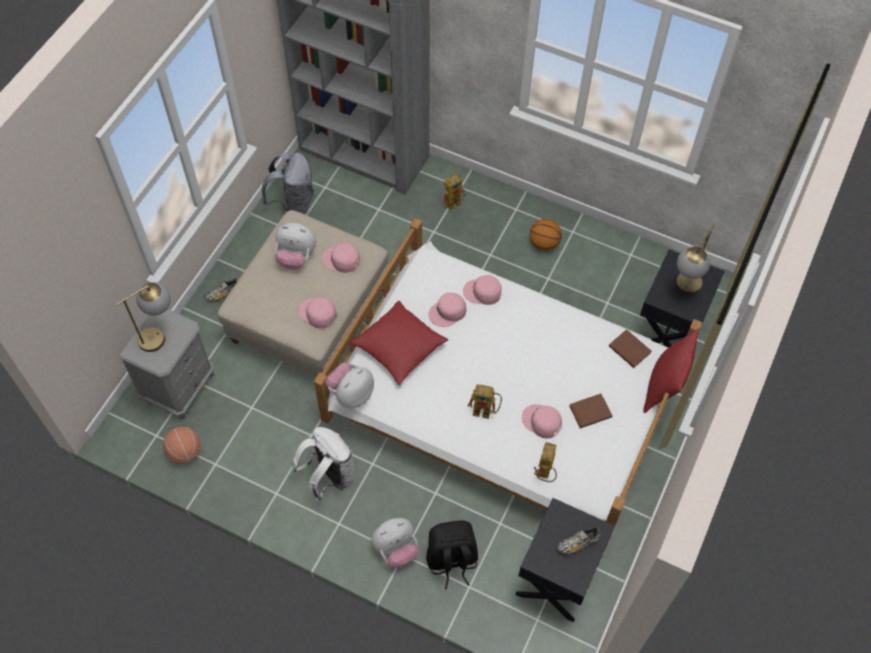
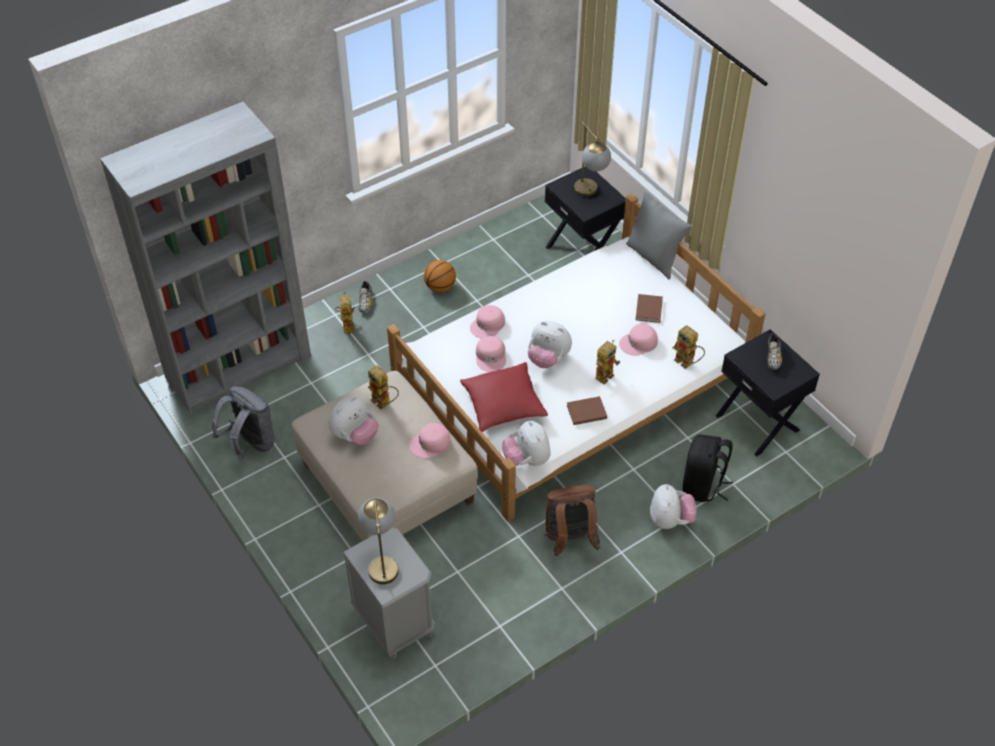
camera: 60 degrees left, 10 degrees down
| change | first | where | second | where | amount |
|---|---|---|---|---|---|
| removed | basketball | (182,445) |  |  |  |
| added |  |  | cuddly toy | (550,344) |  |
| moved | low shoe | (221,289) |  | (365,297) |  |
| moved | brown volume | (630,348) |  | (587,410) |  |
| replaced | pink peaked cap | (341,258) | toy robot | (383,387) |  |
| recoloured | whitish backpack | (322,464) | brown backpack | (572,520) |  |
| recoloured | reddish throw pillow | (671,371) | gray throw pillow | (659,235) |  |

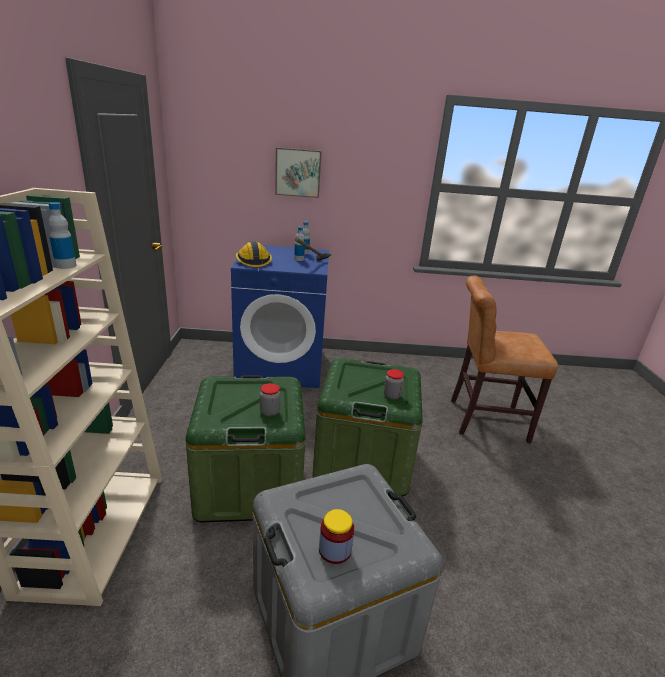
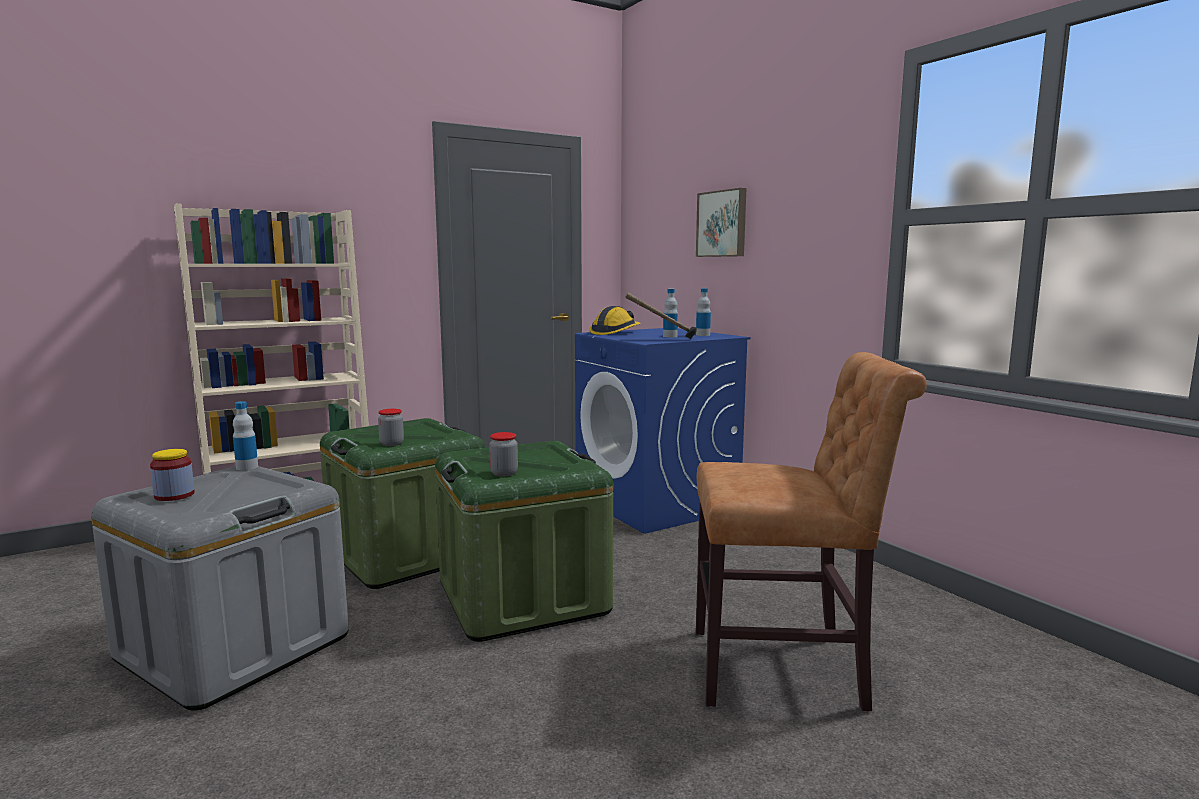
camera: 60 degrees right, 15 degrees down
| change | first | where | second | where | amount |
|---|---|---|---|---|---|
| moved | beverage bottle | (62,235) |  | (245,435) |  |
| turned | brown chair | (504,359) |  | (811,531) | 120 degrees clockwise |

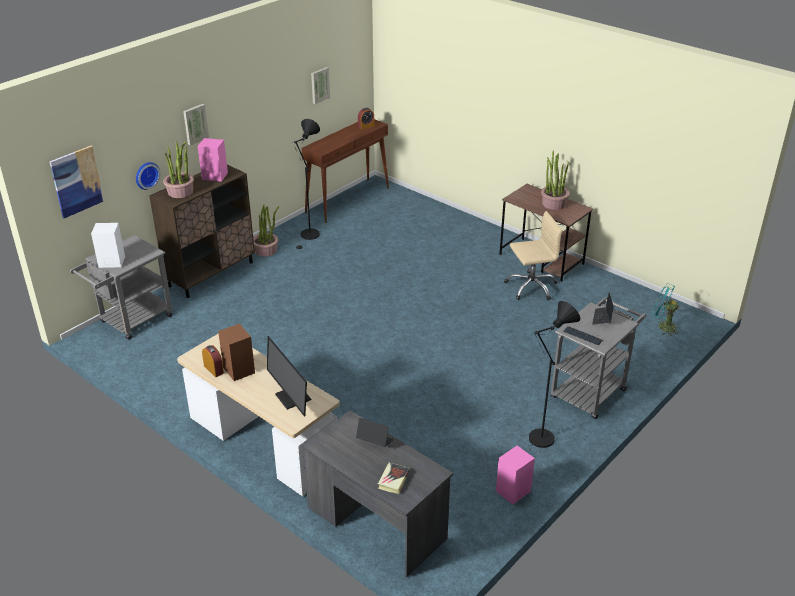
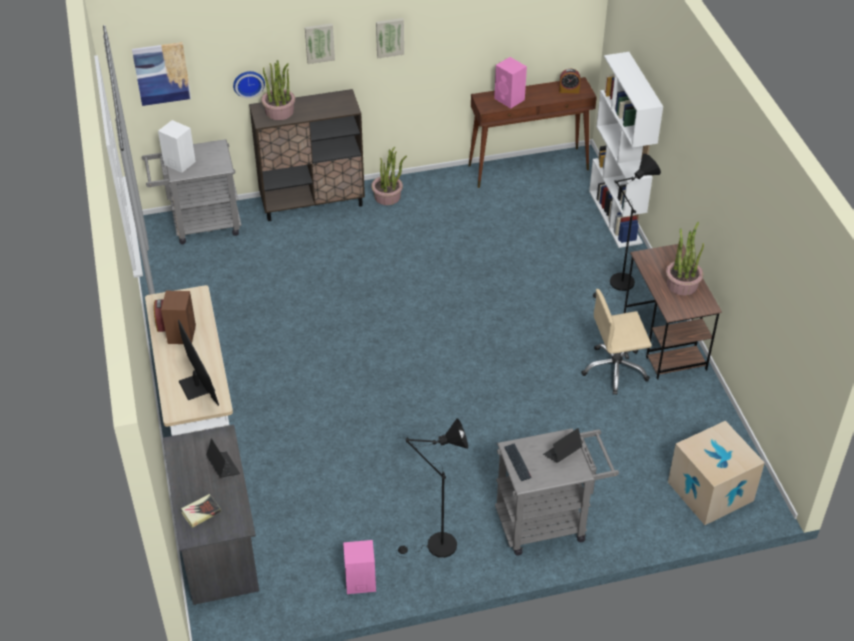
camera: 35 degrees right, 10 degrees up
| change | first | where | second | where | amount |
|---|---|---|---|---|---|
| added |  |  | whitish bookshelf | (626,150) |  |
| moved | pink audio speaker | (213,160) |  | (510,82) |  |
| moved | black-coloured standing lamp | (307,185) |  | (626,226) |  |
| moved | picture | (320,85) |  | (390,38) |  |
| replaced | turquoise-coloured cooling fan | (666,309) | packing box | (716,473) |  |
| turned | computer display | (289,376) |  | (198,363) | 150 degrees clockwise |
| turned | beige-coloured desk chair | (533,255) |  | (617,342) | 150 degrees clockwise |

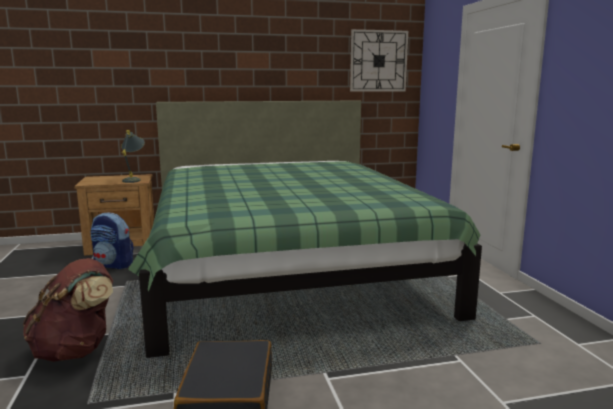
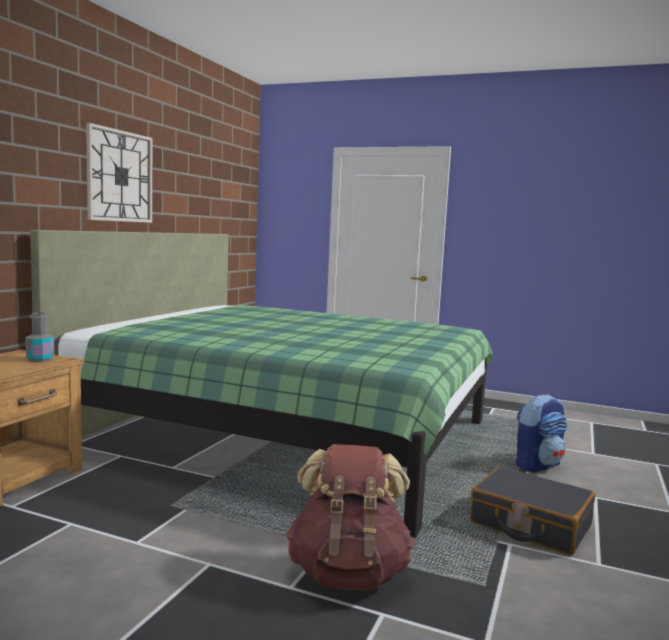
camera: 55 degrees left, 5 degrees down
| change | first | where | second | where | amount |
|---|---|---|---|---|---|
| moved | backpack | (111,240) |  | (542,434) |  |
| moved | hanging clock | (379,60) |  | (119,173) |  |
| replaced | gray table lamp | (133,156) | gray beverage bottle | (40,337) |  |

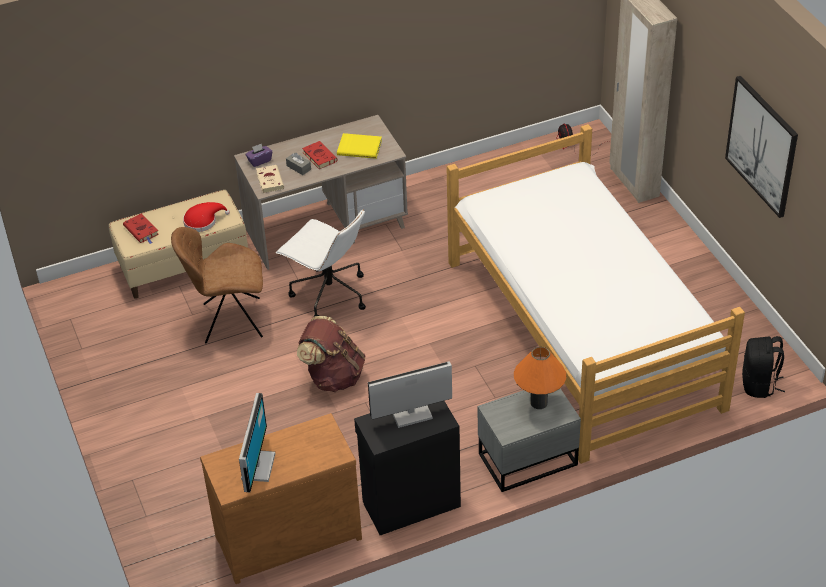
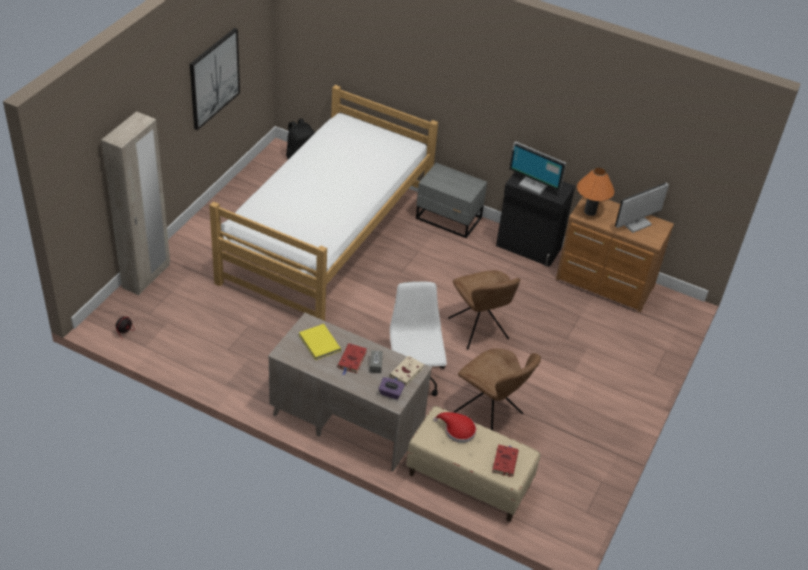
camera: 135 degrees left, 0 degrees up
| change | first | where | second | where | amount |
|---|---|---|---|---|---|
| moved | orange-coloured table lamp | (540,378) |  | (596,191) |  |
| replaced | brown backpack | (331,354) | brown chair | (484,310) |  |

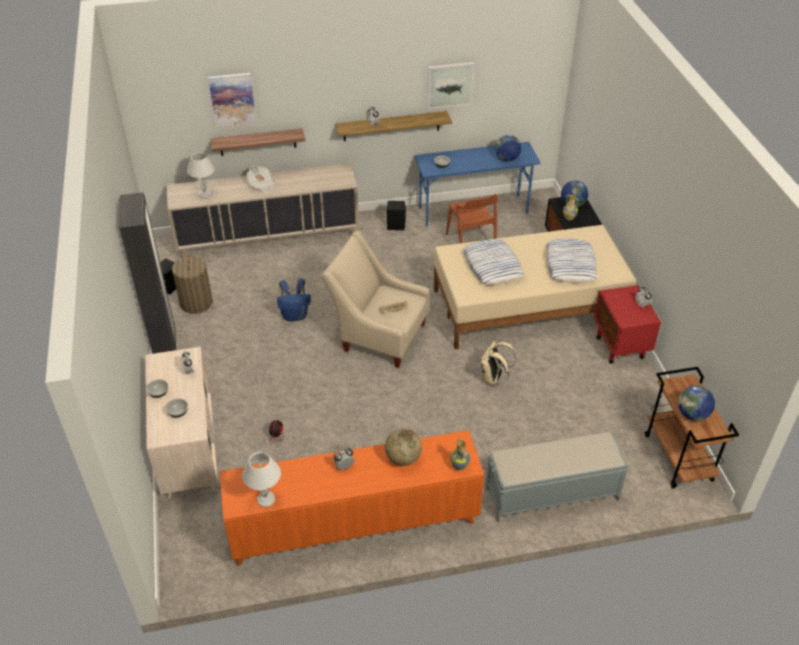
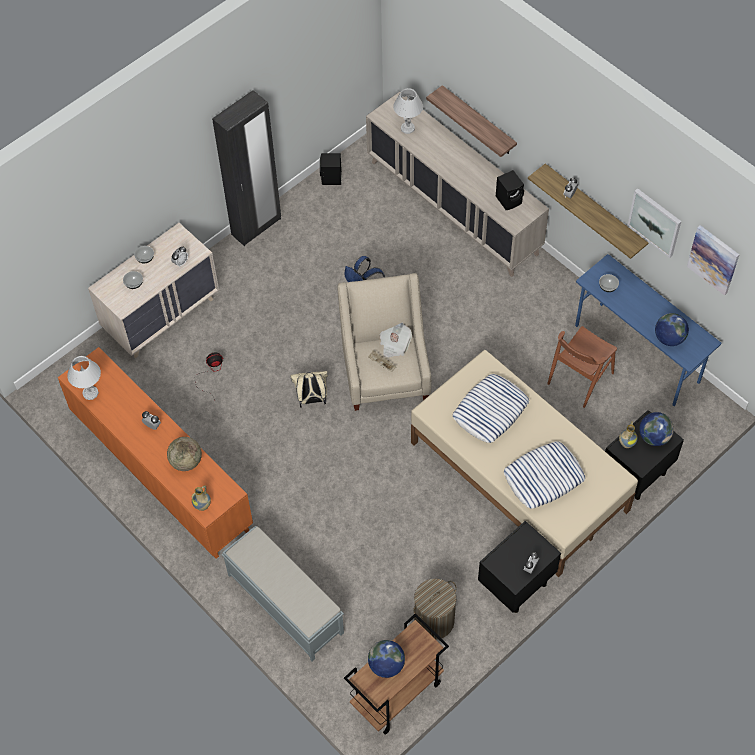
camera: 60 degrees right, 15 degrees up
| change | first | where | second | where | amount |
|---|---|---|---|---|---|
| moved | washing basket | (192,284) |  | (434,609) |  |
| moved | picture | (232,100) |  | (713,260) |  |
| moved | daily paper | (261,180) |  | (395,340) |  |
| moved | black-coloured audio speaker | (396,215) |  | (510,190) |  |
| moved | beige-coloured backpack | (498,362) |  | (309,389) |  |
| recoloured | reddish nightstand | (627,324) | black-coloured nightstand | (519,567) |  |

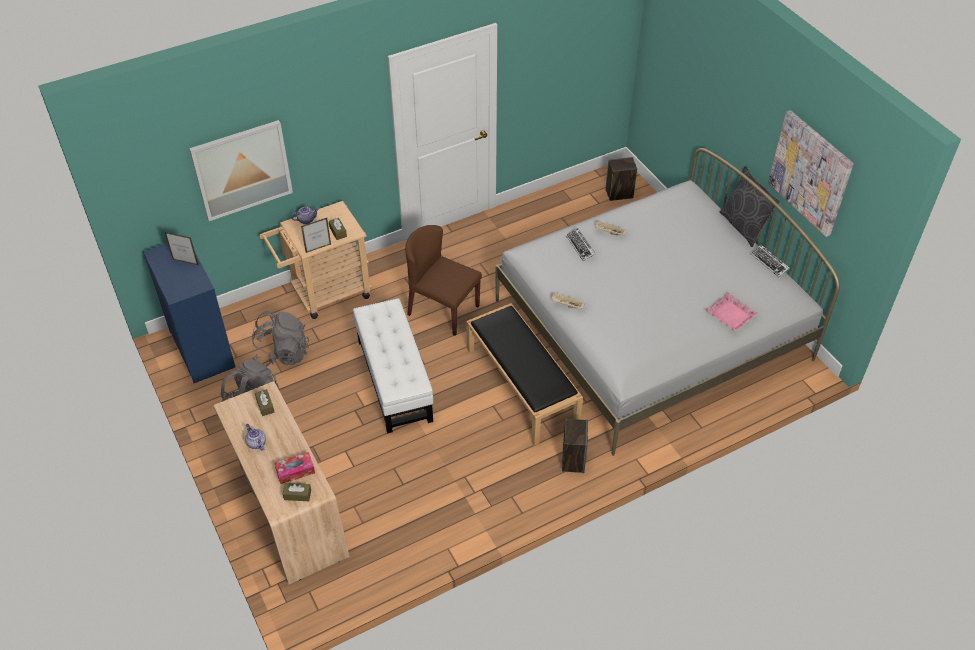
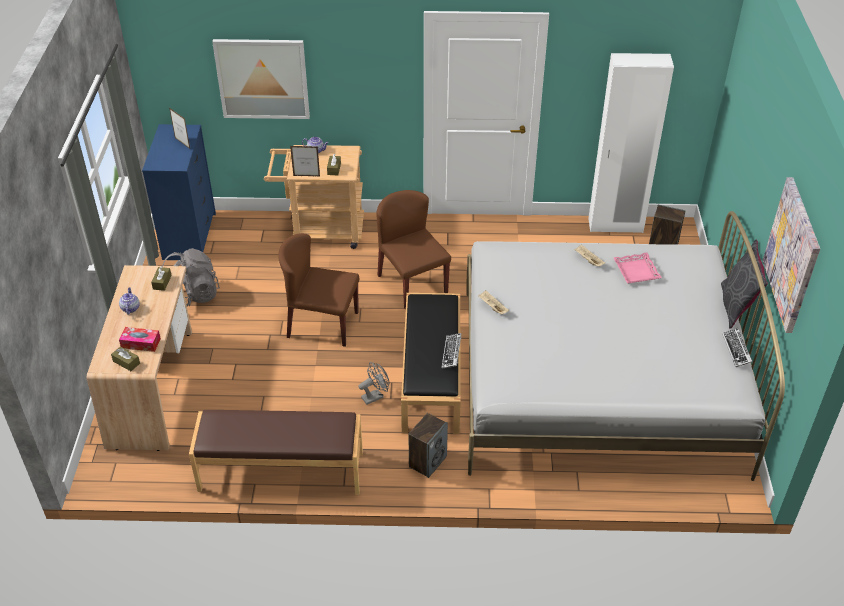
camera: 30 degrees right, 5 degrees down
| change | first | where | second | where | amount |
|---|---|---|---|---|---|
| removed | gray backpack | (280,339) |  |  |  |
| added |  |  | brown indoor bench | (276,452) |  |
| added |  |  | gray cooling fan | (374,383) |  |
| added |  |  | whitish armoire | (631,143) |  |
| moved | keyboard | (580,244) |  | (451,351) |  |
| moved | pink carrying tray | (732,312) |  | (637,267) |  |
| replaced | whitish pouffe | (393,366) | brown chair | (318,290) |  |

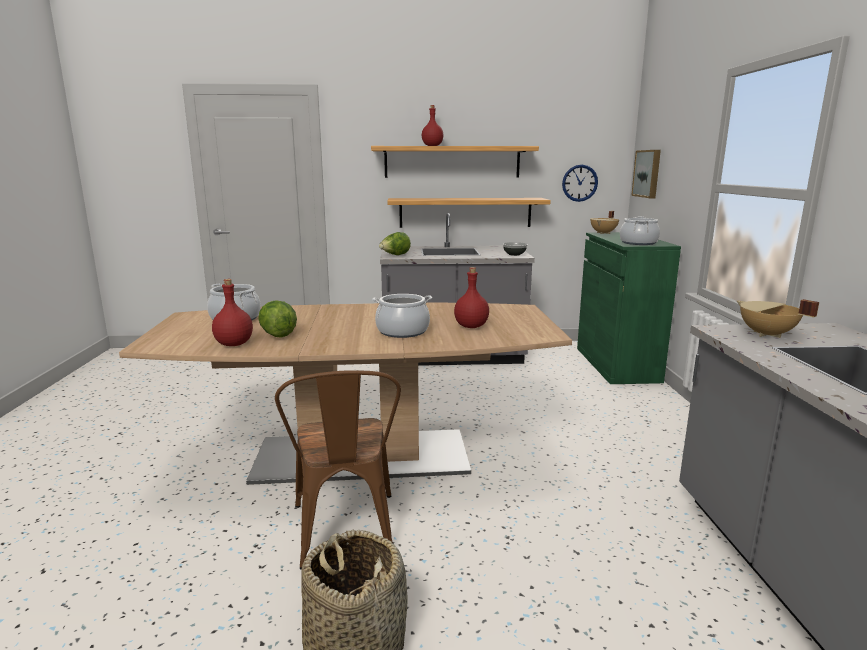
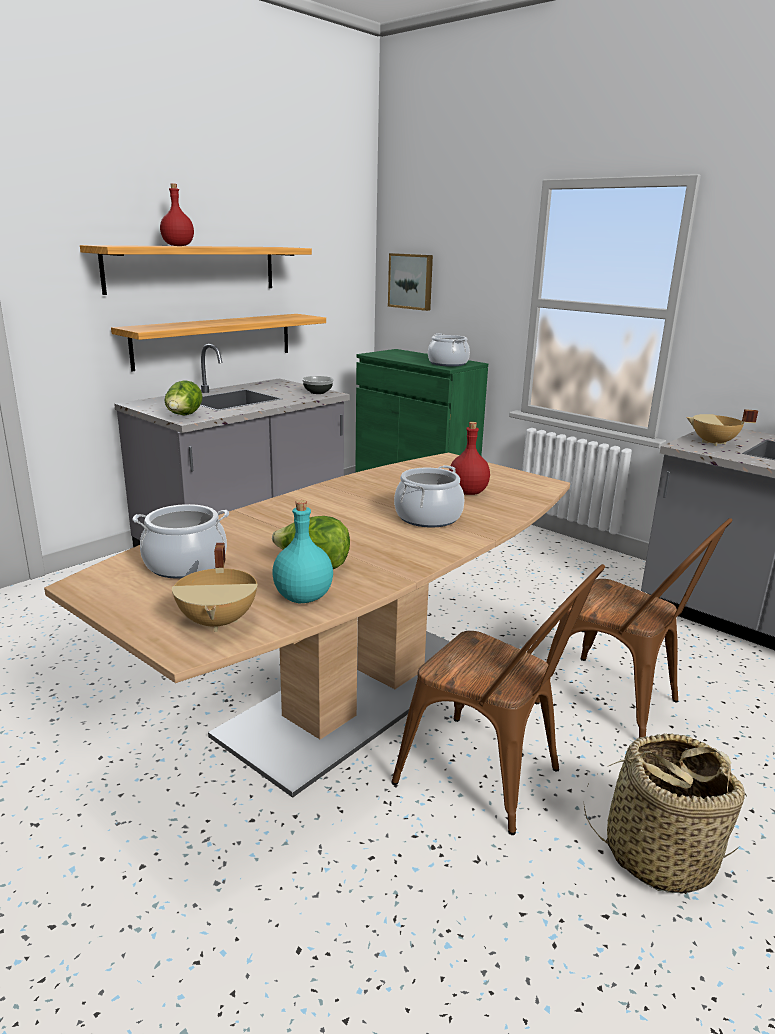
camera: 45 degrees left, 5 degrees up
| change | first | where | second | where | amount |
|---|---|---|---|---|---|
| removed | hanging clock | (580,183) |  |  |  |
| added |  |  | brown chair | (633,628) |  |
| moved | beige-coloured cooking pot | (604,222) |  | (215,587) |  |
| recoloured | reddish beverage bottle | (232,312) | turquoise-coloured beverage bottle | (302,552) |  |

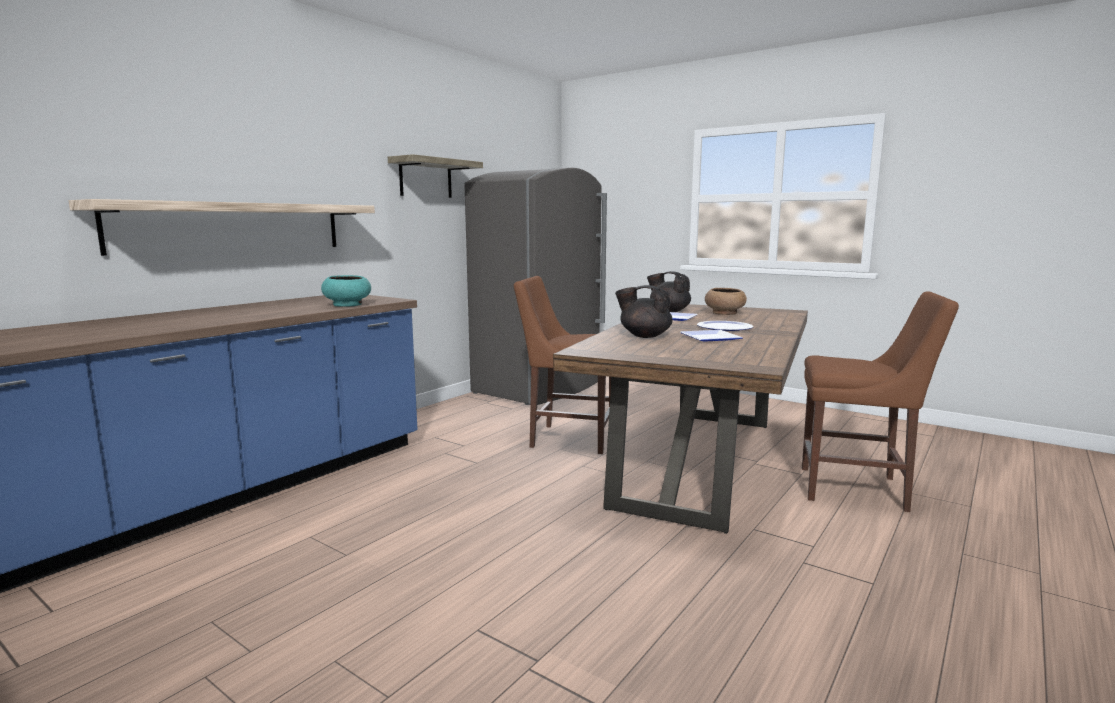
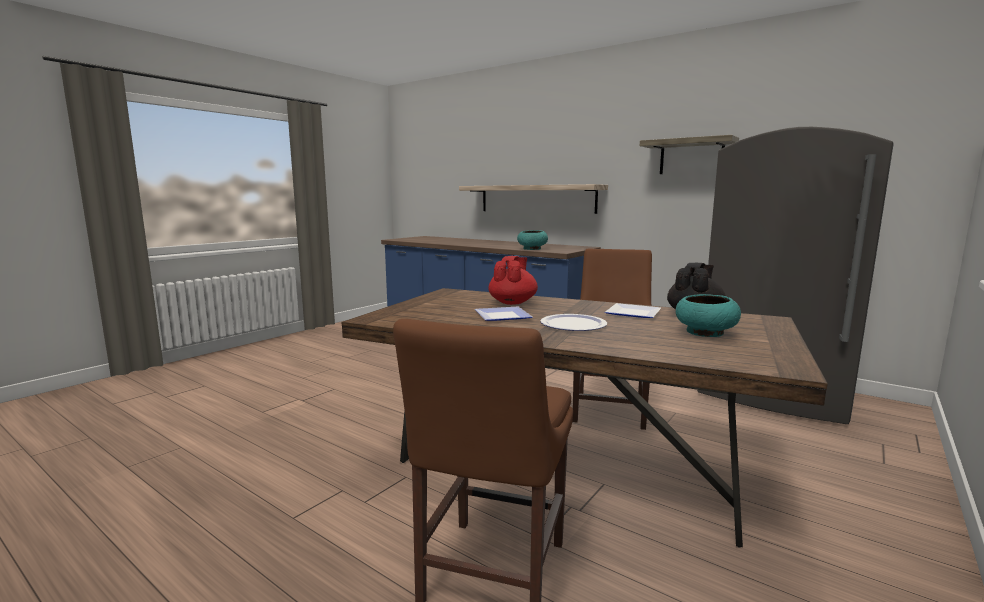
camera: 90 degrees right, 0 degrees up
| change | first | where | second | where | amount |
|---|---|---|---|---|---|
| recoloured | black-coloured pot for tea | (644,311) | reddish pot for tea | (513,280) |  |
| recoloured | brown deep dish | (726,301) | turquoise-coloured deep dish | (708,315) |  |

